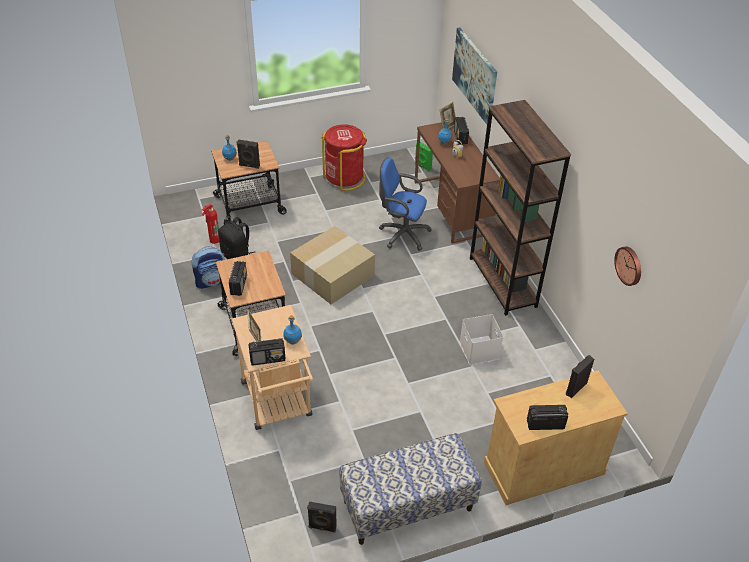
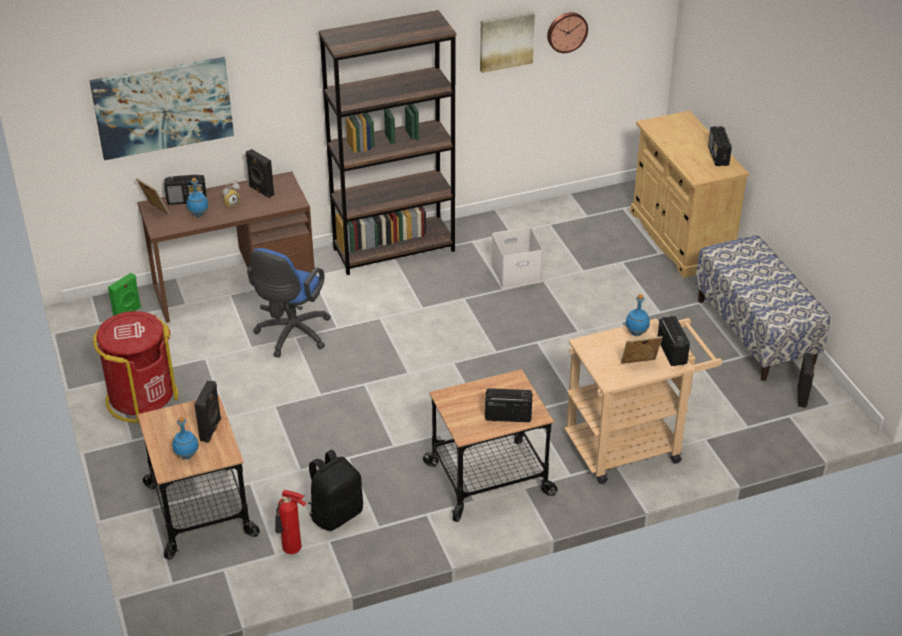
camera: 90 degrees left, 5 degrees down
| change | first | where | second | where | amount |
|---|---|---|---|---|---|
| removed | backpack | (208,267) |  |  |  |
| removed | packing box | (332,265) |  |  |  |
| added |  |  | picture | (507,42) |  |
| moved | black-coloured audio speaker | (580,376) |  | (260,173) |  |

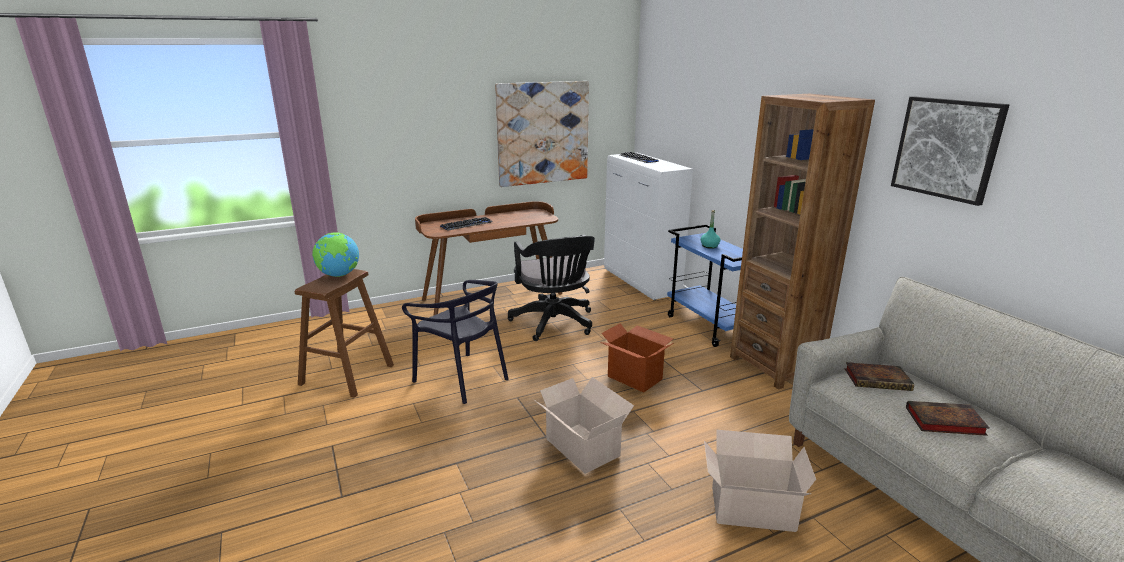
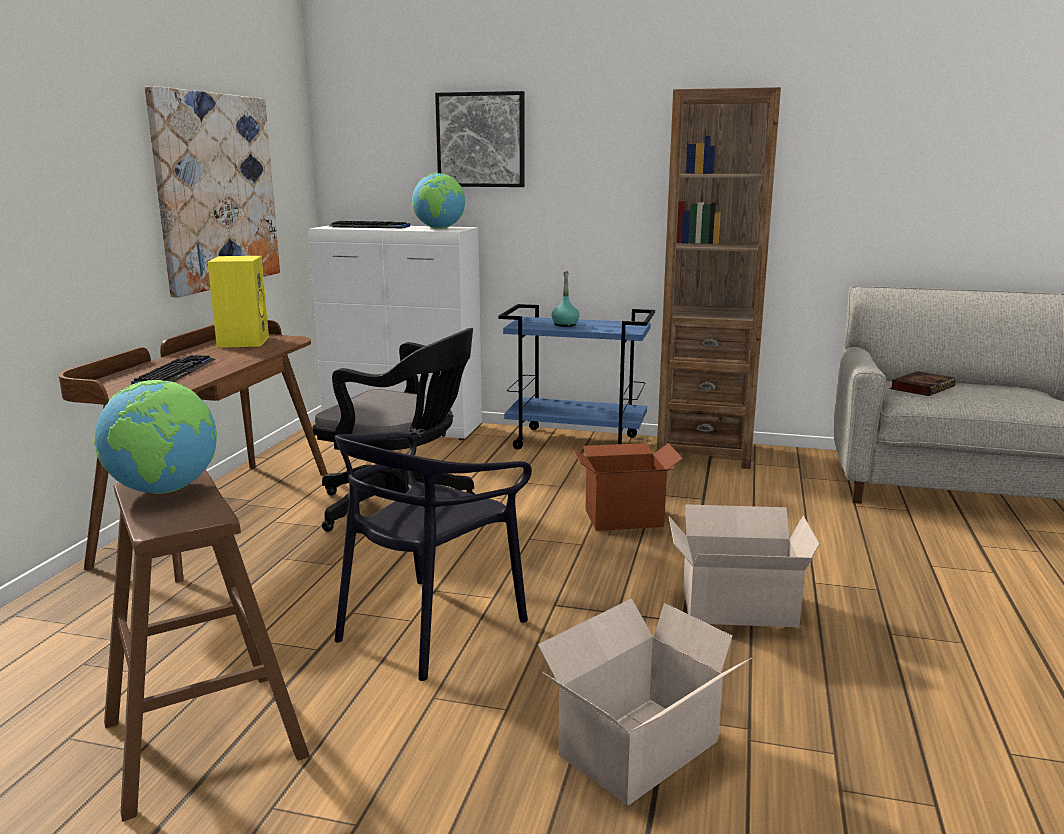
camera: 50 degrees left, 5 degrees down
| change | first | where | second | where | amount |
|---|---|---|---|---|---|
| removed | volume | (948,418) |  |  |  |
| added |  |  | yellowish audio speaker | (238,302) |  |
| added |  |  | world globe | (438,201) |  |
| moved | packing box | (760,481) |  | (645,702) |  |
| moved | picture | (950,151) |  | (480,139) |  |
| turned | black-coloured chair | (455,342) |  | (433,556) | 135 degrees clockwise |

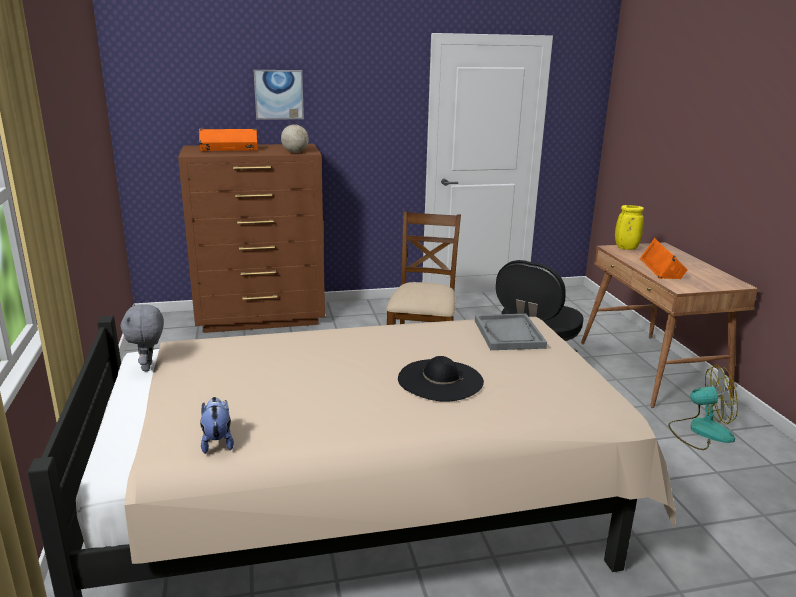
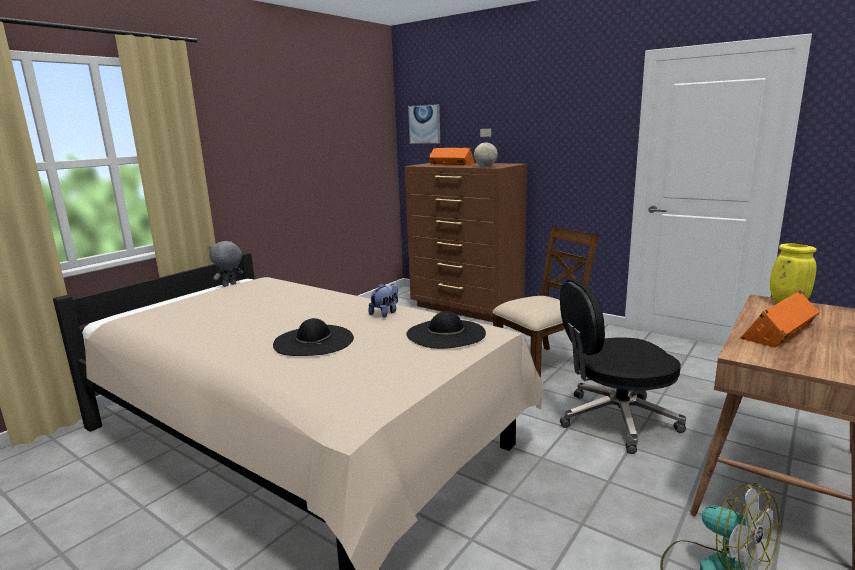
camera: 50 degrees right, 5 degrees down
| change | first | where | second | where | amount |
|---|---|---|---|---|---|
| moved | cuddly toy | (217,425) |  | (383,300) |  |
| moved | picture | (278,95) |  | (424,124) |  |
| replaced | gray carrying tray | (511,332) | black-coloured wearable hat | (446,330) |  |

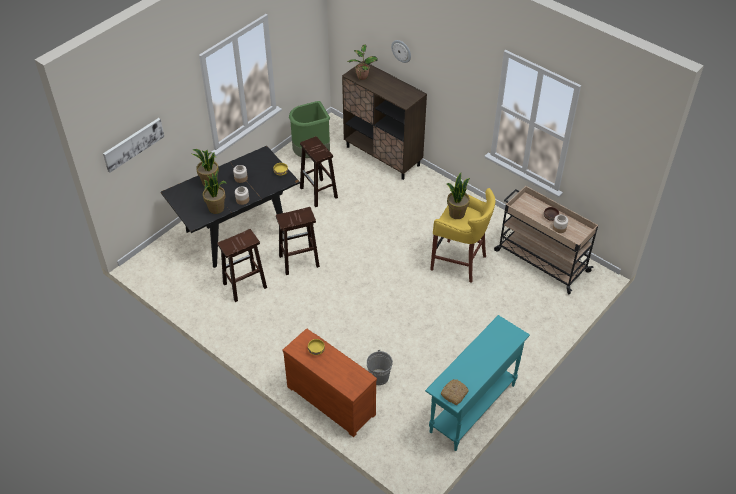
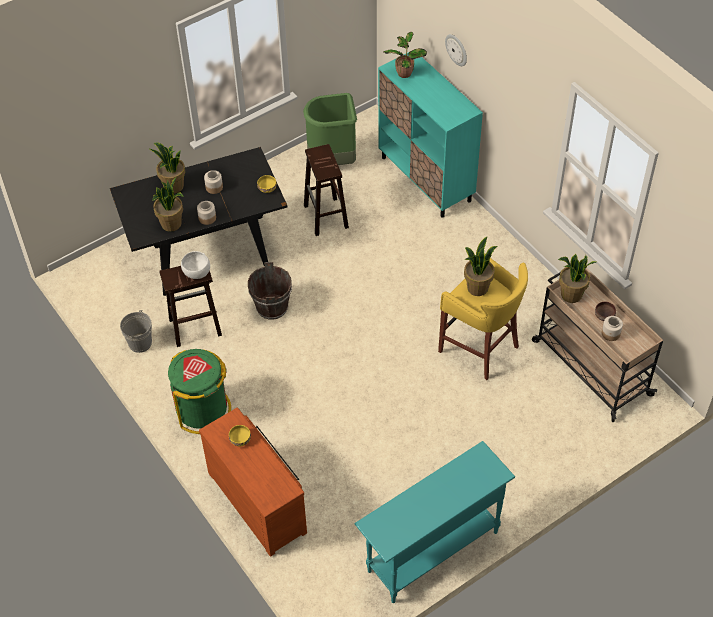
camera: 15 degrees right, 5 degrees up
| change | first | where | second | where | amount |
|---|---|---|---|---|---|
| removed | picture | (133,145) |  |  |  |
| removed | baked bread | (455,392) |  |  |  |
| added |  |  | green waste bin | (199,391) |  |
| added |  |  | whitish deep dish | (195,265) |  |
| added |  |  | potted plant | (577,278) |  |
| moved | gray bucket | (380,367) |  | (136,331) |  |
| replaced | brown stool | (298,241) | brown bucket | (270,291) |  |
| recoloured | brown cabinet | (384,120) | turquoise-coloured cabinet | (430,135) |  |

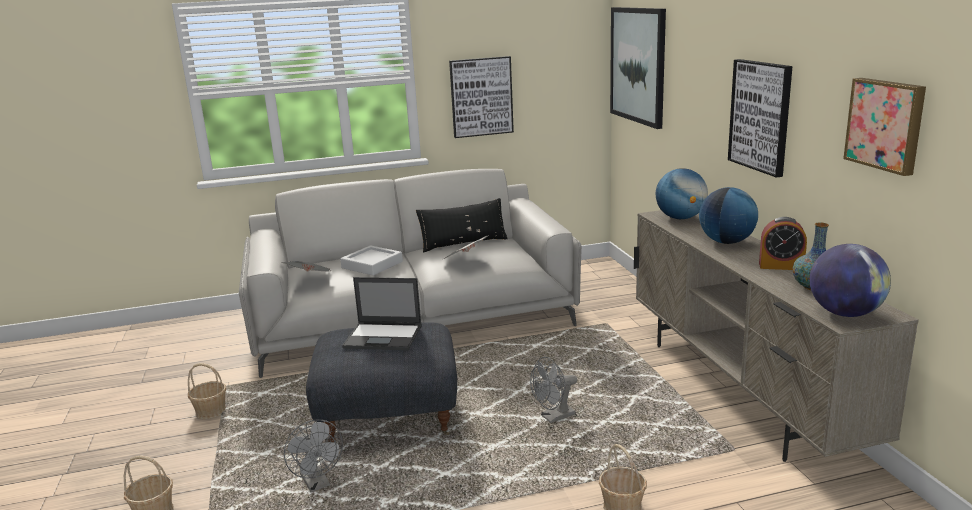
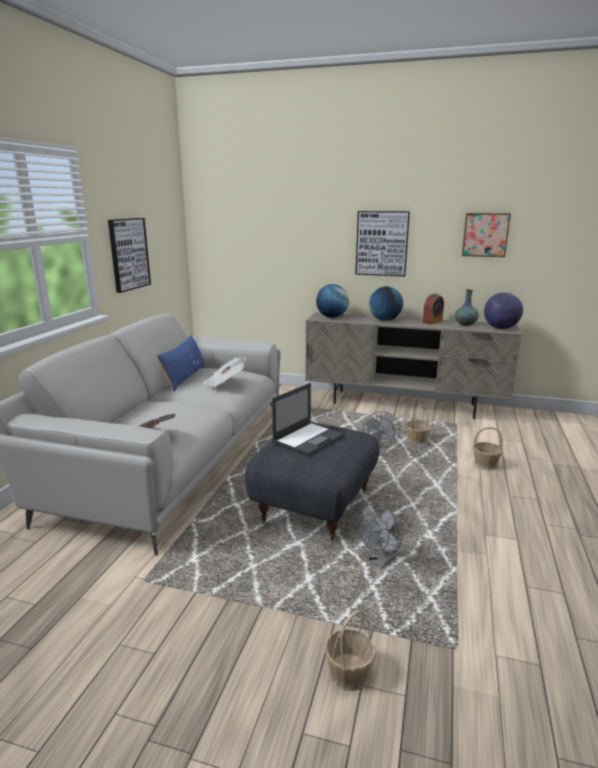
camera: 60 degrees left, 0 degrees up
| change | first | where | second | where | amount |
|---|---|---|---|---|---|
| removed | gray carrying tray | (371,260) |  |  |  |
| removed | picture | (638,68) |  |  |  |
| moved | basket | (207,391) |  | (418,424) |  |
| recoloured | black-coloured throw pillow | (462,225) | bluish throw pillow | (181,363) |  |
| turned | gray cooling fan | (313,455) |  | (380,535) | 135 degrees clockwise |

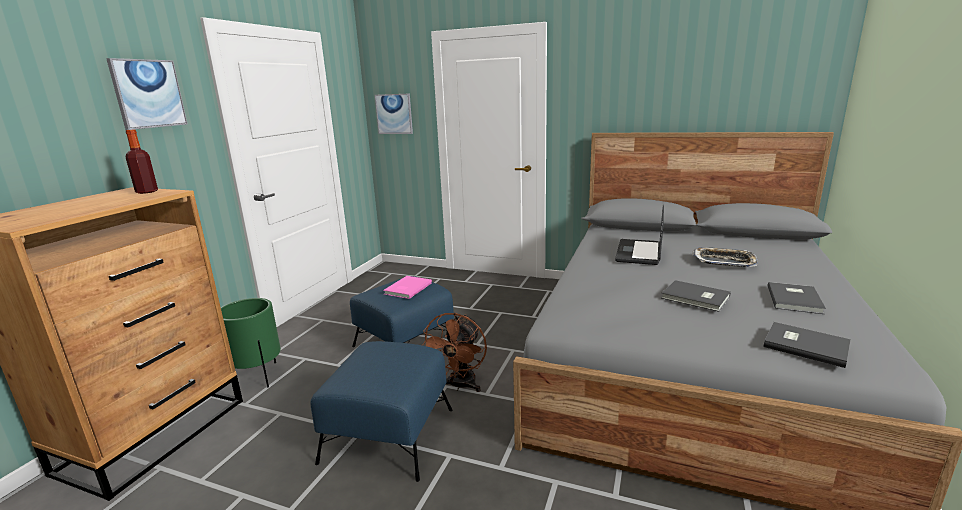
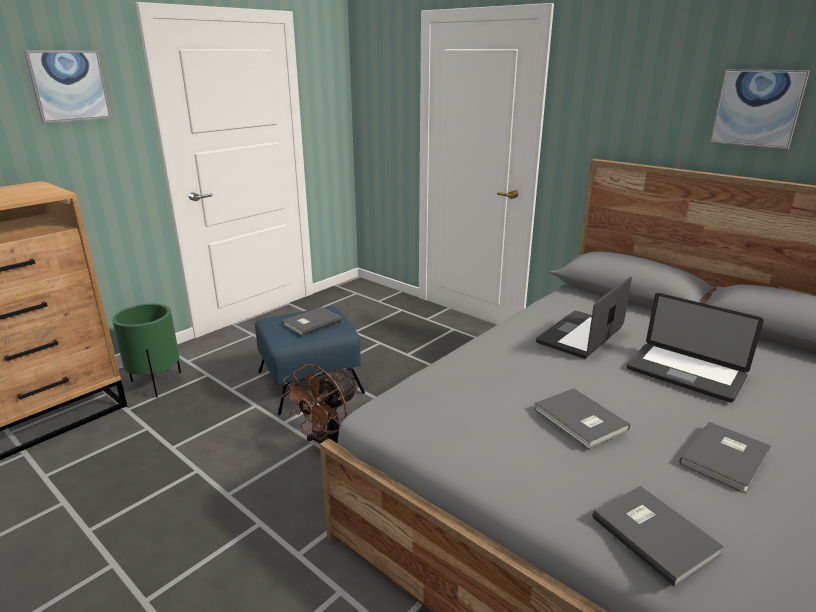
camera: 20 degrees right, 5 degrees up
| change | first | where | second | where | amount |
|---|---|---|---|---|---|
| removed | beverage bottle | (141,161) |  |  |  |
| removed | bluish pouffe | (381,411) |  |  |  |
| moved | picture | (394,114) |  | (760,109) |  |
| replaced | carrying tray | (725,257) | laptop | (695,347) |  |
| recoloured | pink volume | (407,287) | gray volume | (312,321) |  |

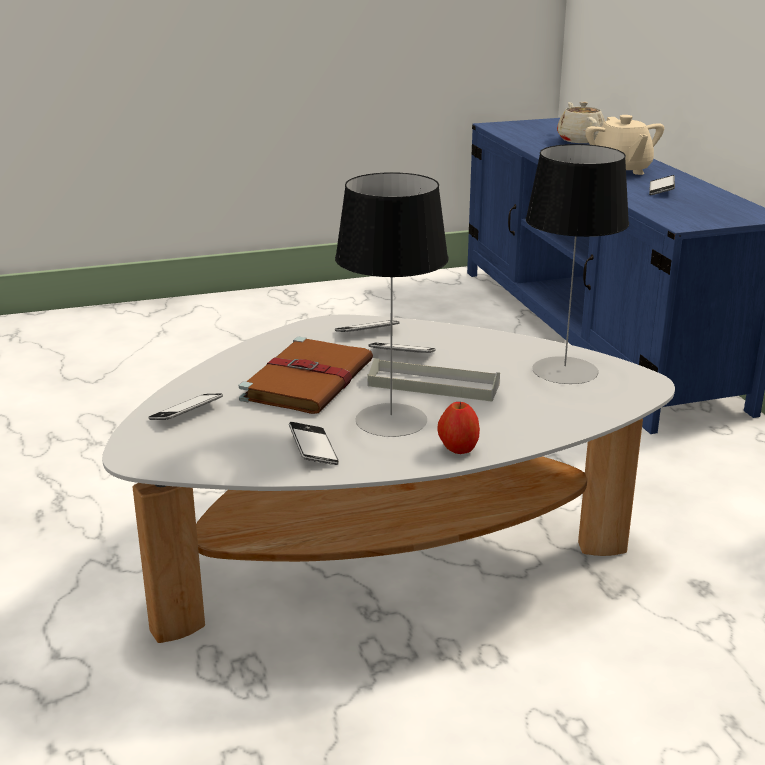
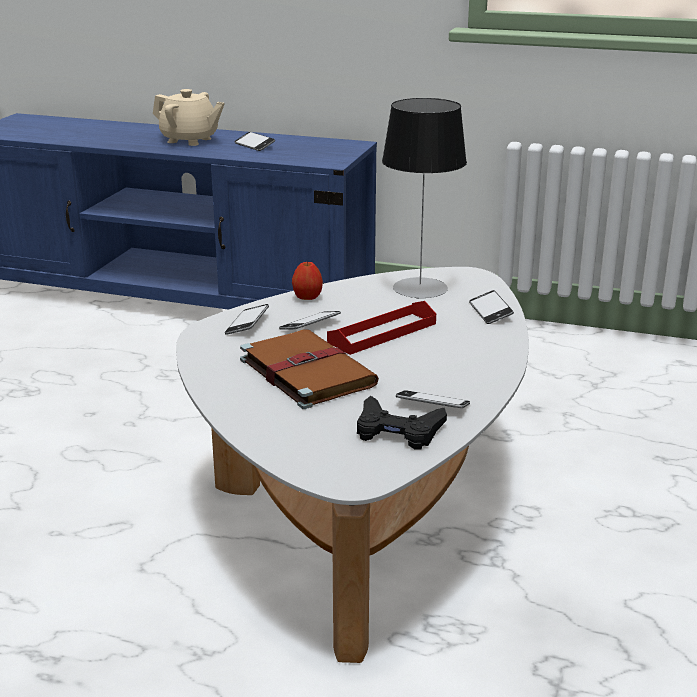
camera: 55 degrees left, 0 degrees up
| change | first | where | second | where | amount |
|---|---|---|---|---|---|
| removed | table lamp | (391,304) |  |  |  |
| removed | beige-coloured pot for tea | (581,122) |  |  |  |
| added |  |  | black-coloured joypad | (402,423) |  |
| moved | handset | (186,406) |  | (491,307) |  |
| moved | whole apple | (458,428) |  | (307,280) |  |
| recoloured | gray carrying tray | (433,380) | reddish carrying tray | (381,328) |  |

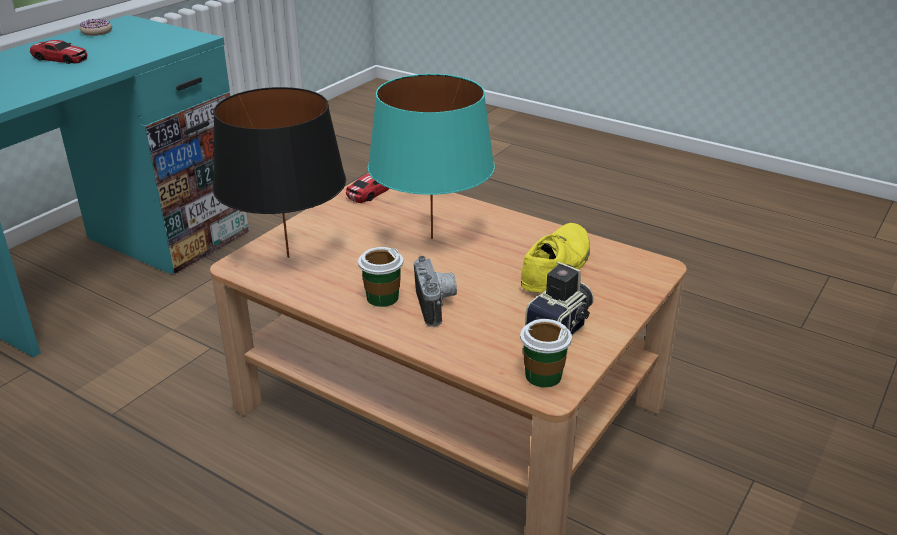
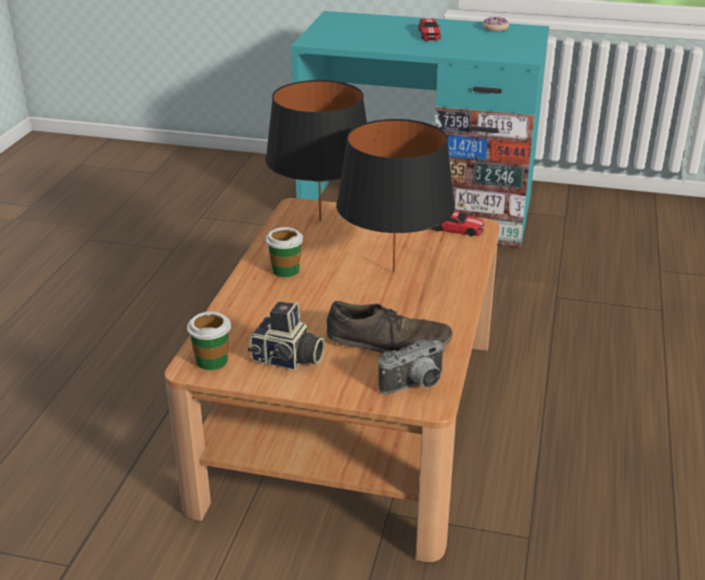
camera: 70 degrees right, 0 degrees up
| change | first | where | second | where | amount |
|---|---|---|---|---|---|
| moved | still camera | (435,291) |  | (412,365) |  |
| recoloured | turquoise-coloured table lamp | (431,156) | black-coloured table lamp | (395,196) |  |
| recoloured | yellowish low shoe | (555,257) | brown low shoe | (390,327) |  |

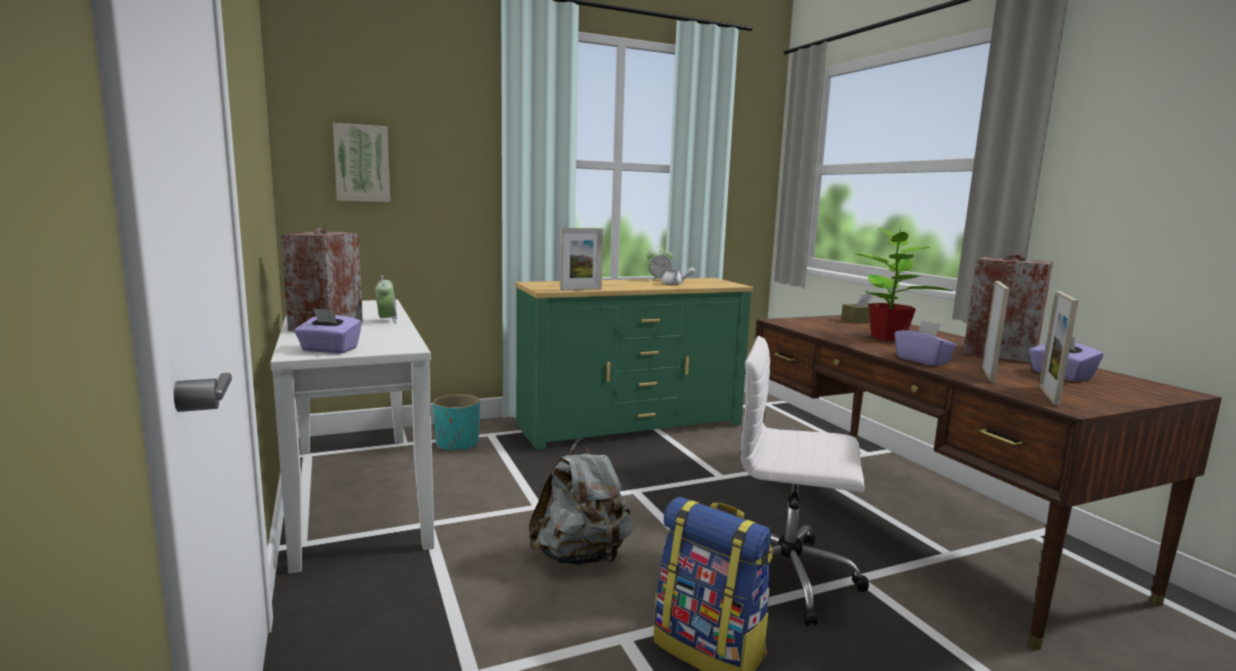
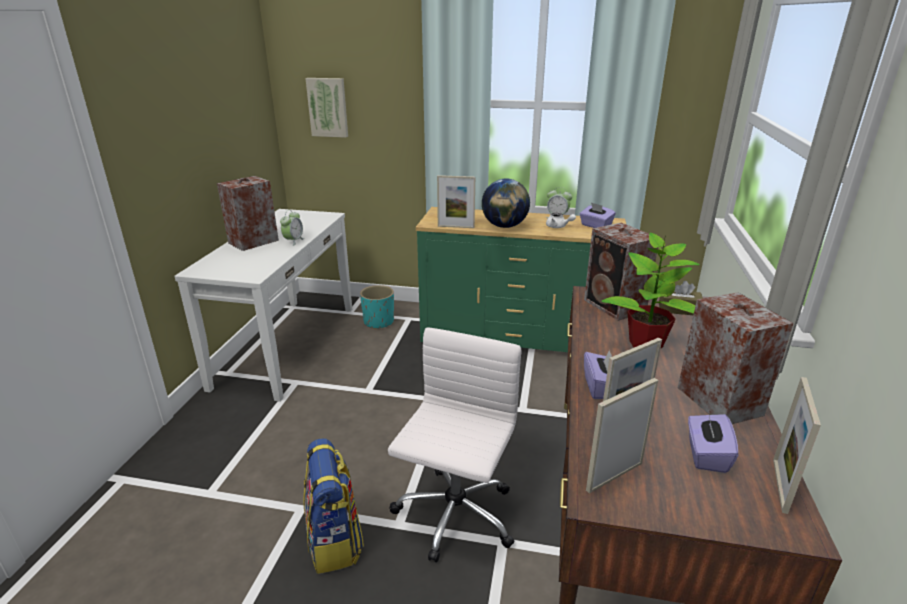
camera: 35 degrees right, 15 degrees up
| change | first | where | second | where | amount |
|---|---|---|---|---|---|
| removed | gray backpack | (581,502) |  |  |  |
| added |  |  | world globe | (506,203) |  |
| added |  |  | audio speaker | (621,272) |  |
| added |  |  | picture frame | (797,445) |  |
| moved | purplish tissue box | (328,330) |  | (598,215) |  |
| turned | whitish desk chair | (805,481) |  | (455,445) | 60 degrees clockwise |

